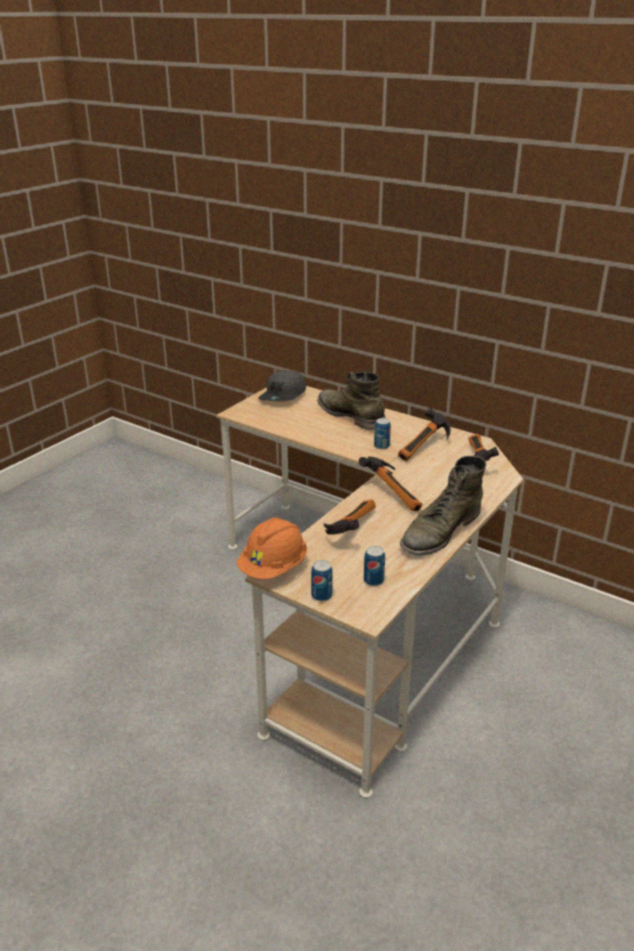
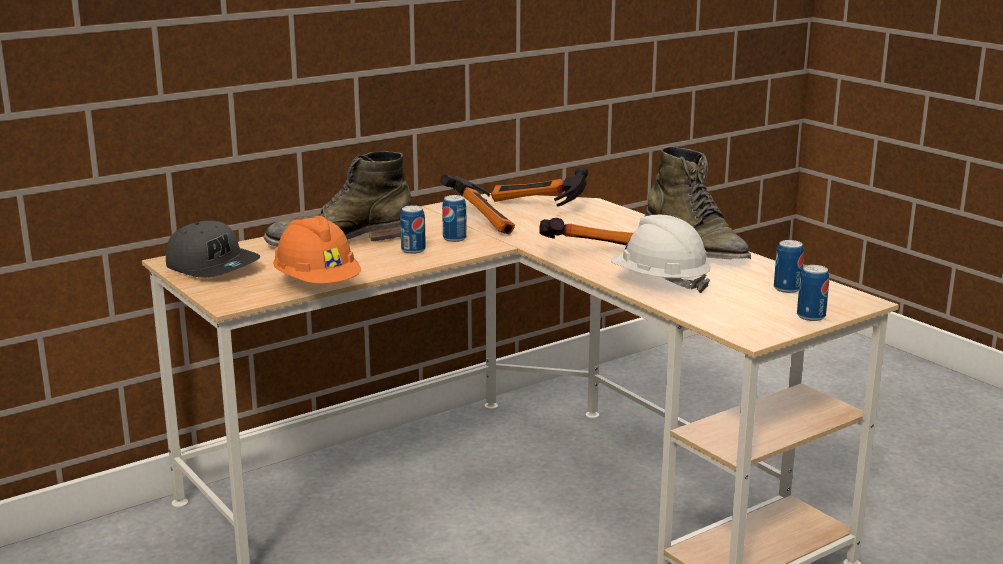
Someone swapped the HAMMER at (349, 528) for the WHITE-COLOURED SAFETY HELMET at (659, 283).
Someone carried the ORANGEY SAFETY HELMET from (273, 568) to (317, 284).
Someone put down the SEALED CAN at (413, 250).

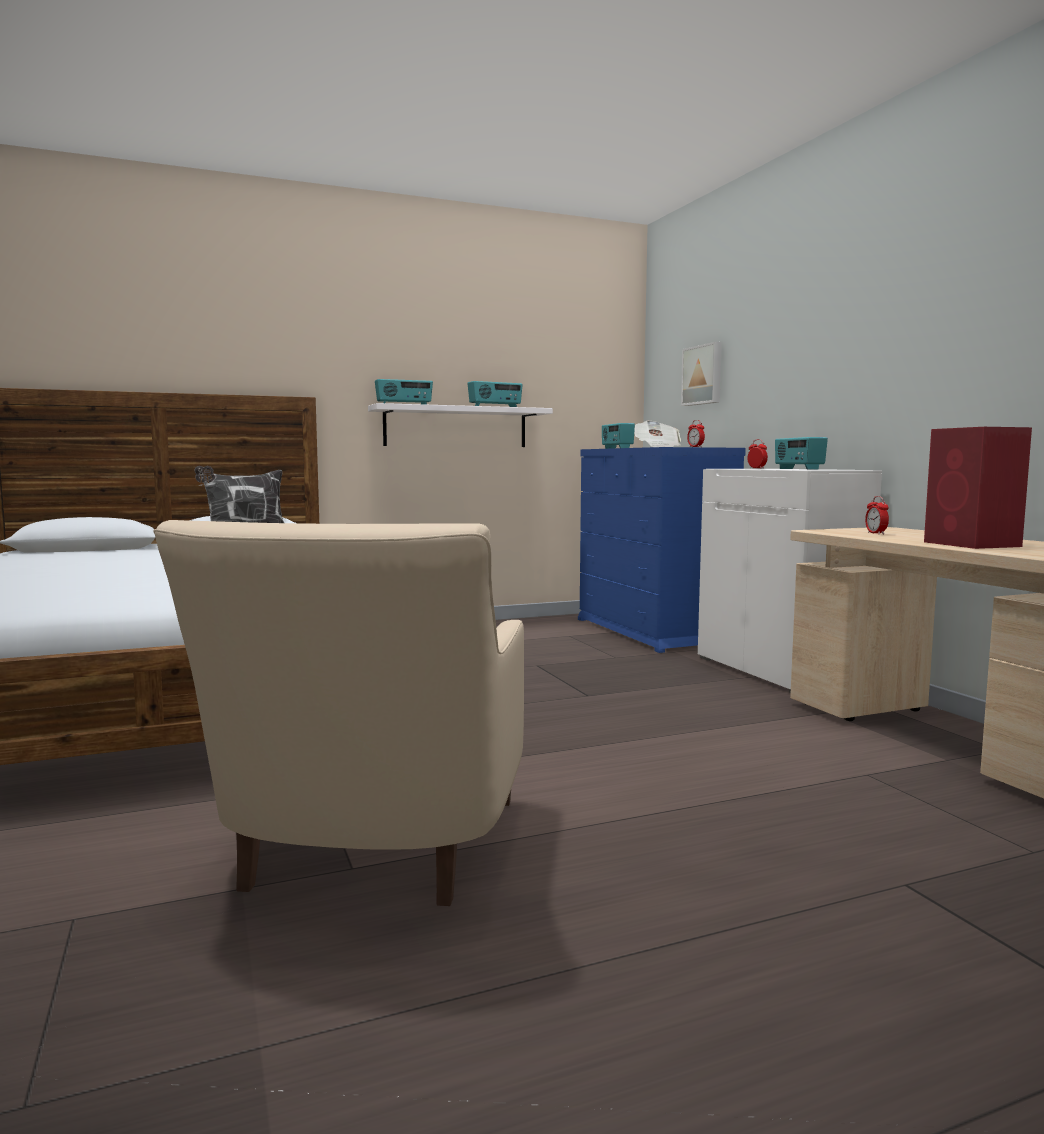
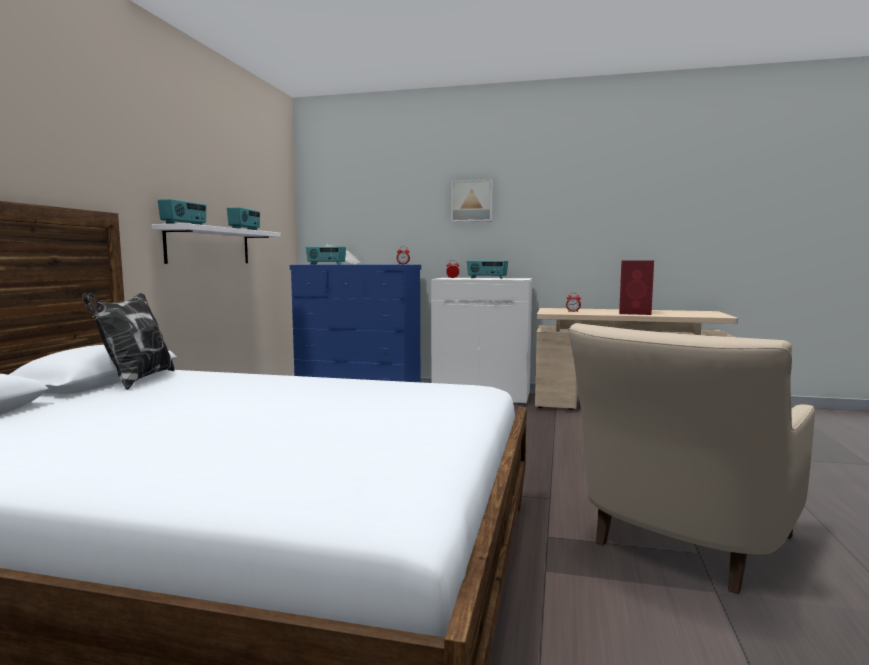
Someone carried the WALL ART from (703, 375) to (472, 201).
Someone rotated the SAND-COLOURED ARMCHAIR at (369, 854) by 90 degrees clockwise.

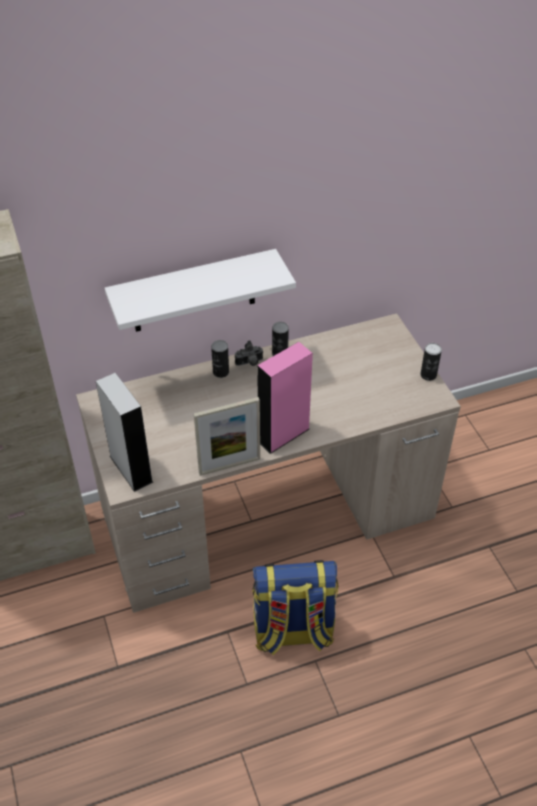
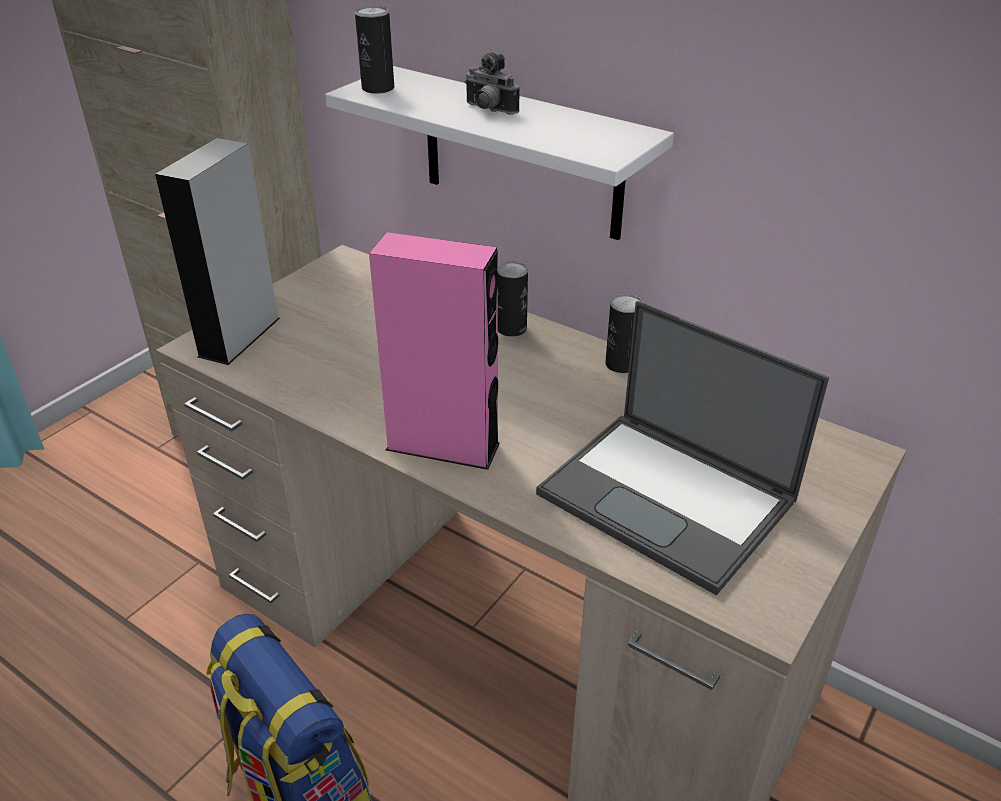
Someone carried the STILL CAMERA from (250, 363) to (488, 110).
Someone carried the SEALED CAN from (428, 375) to (378, 88).
Someone took away the STANDING FRAME at (229, 466).
Someone put down the NOTEBOOK COMPUTER at (669, 498).

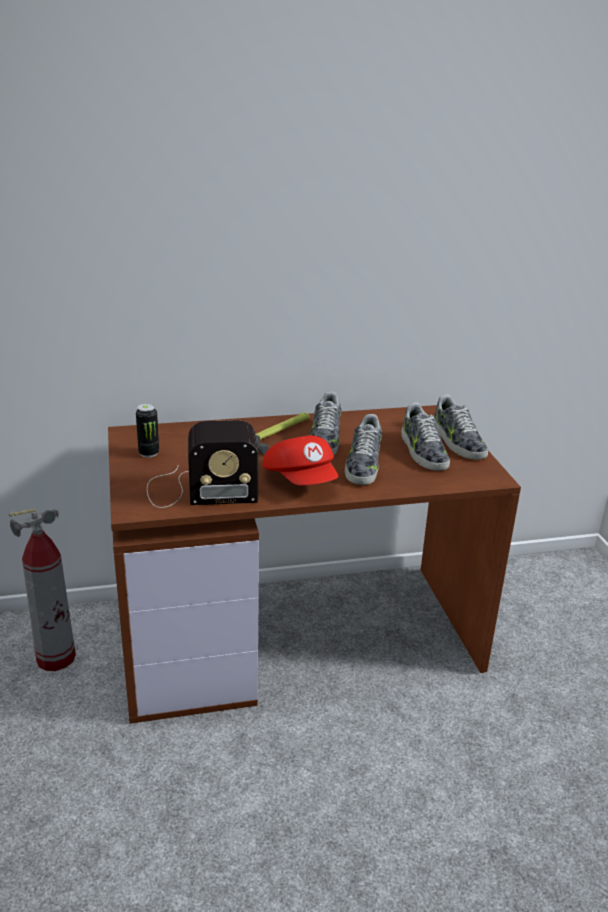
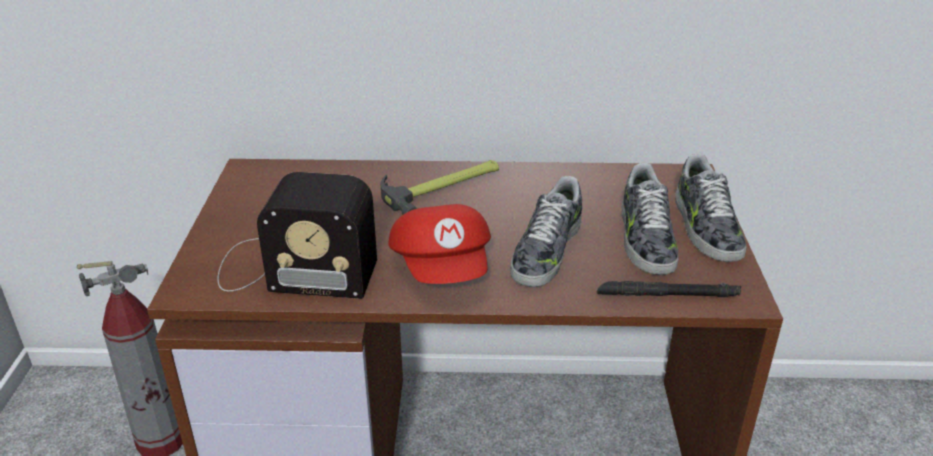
Someone took away the LOW SHOE at (324, 439).
Someone took away the SEALED CAN at (149, 453).
Someone put down the BLACK-COLOURED TORCH at (668, 295).

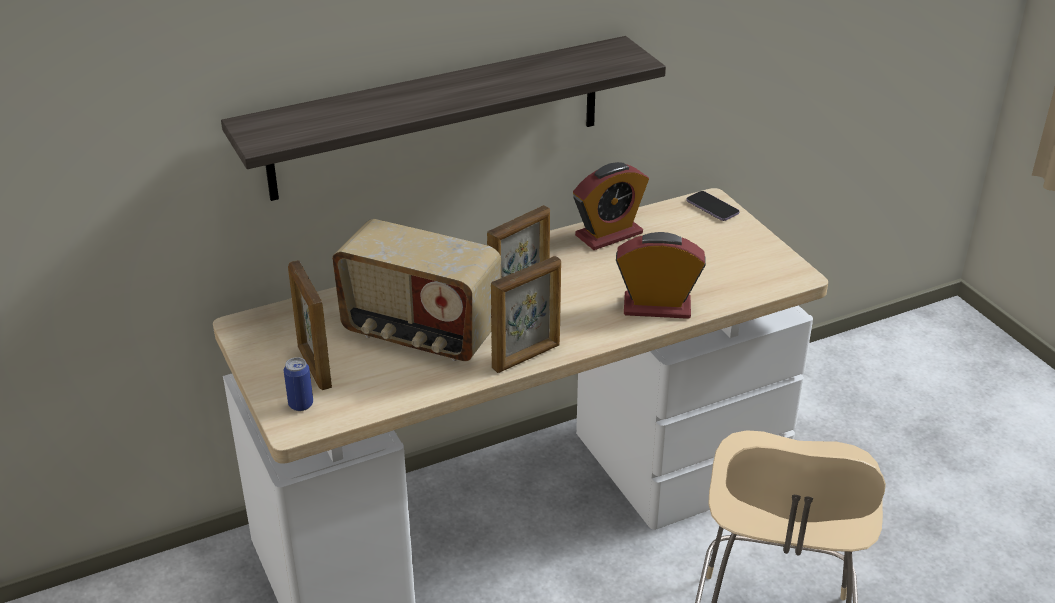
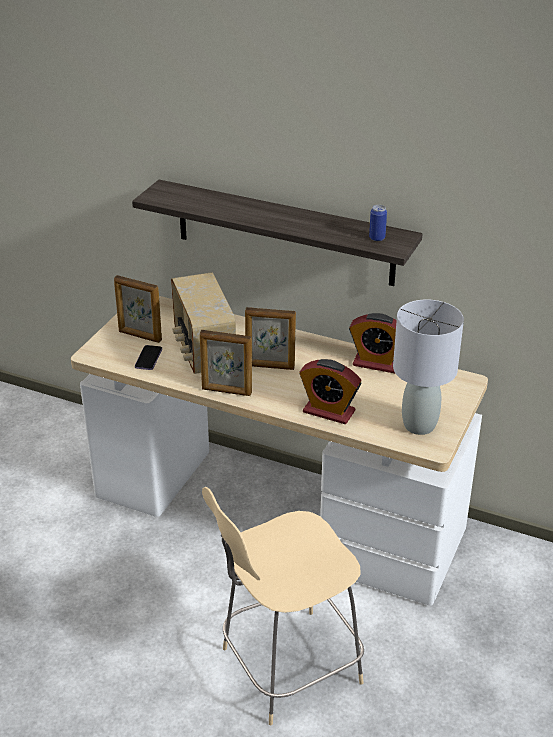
Someone carried the HANDSET from (712, 207) to (148, 358).
Someone rotated the ALARM CLOCK at (657, 307) by 150 degrees clockwise.
Someone rotated the STANDING FRAME at (314, 367) by 90 degrees counterclockwise.
Someone carried the SEALED CAN from (301, 404) to (377, 238).
Someone put down the GREYISH LAMP FOR A TABLE at (418, 425).

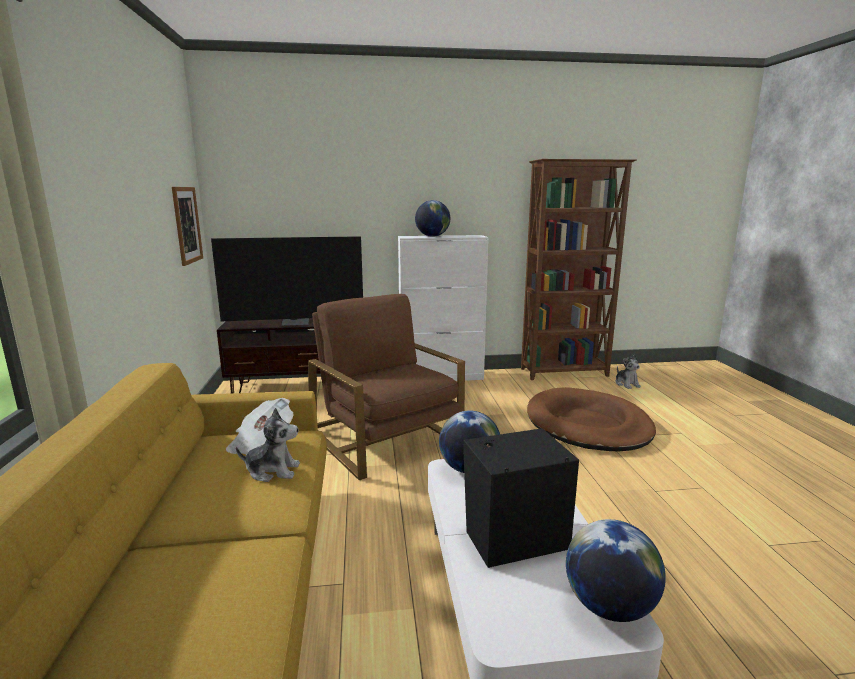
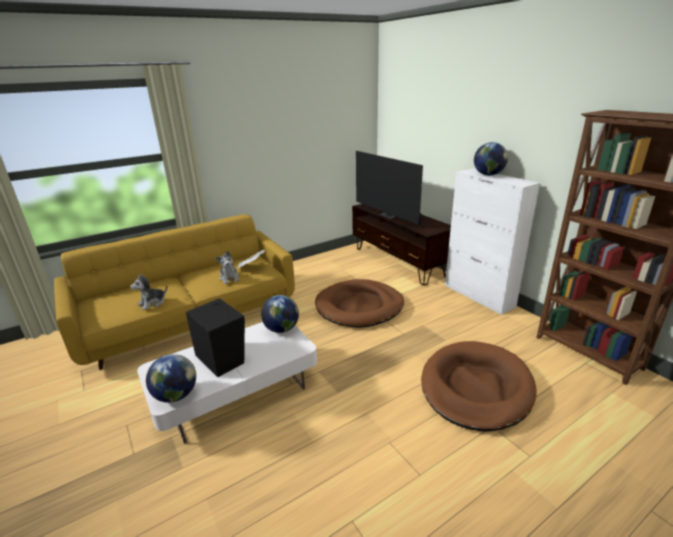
Someone took away the WALL ART at (187, 225).
Someone swapped the BROWN ARMCHAIR at (386, 438) for the BROWN PET BED at (359, 306).
Someone carried the CUDDLY TOY from (626, 384) to (152, 303).

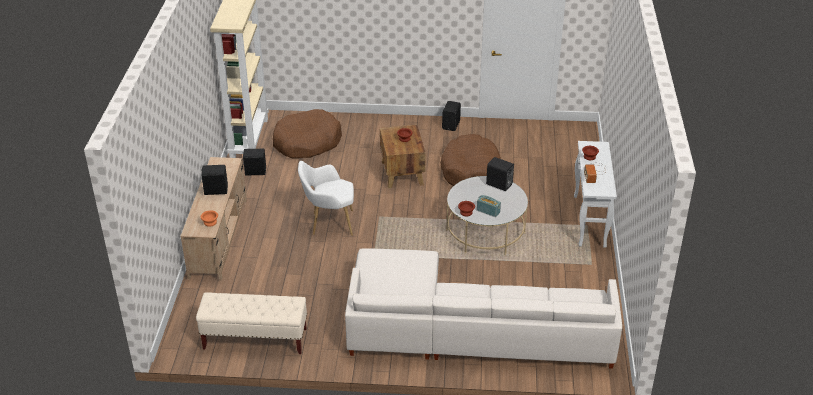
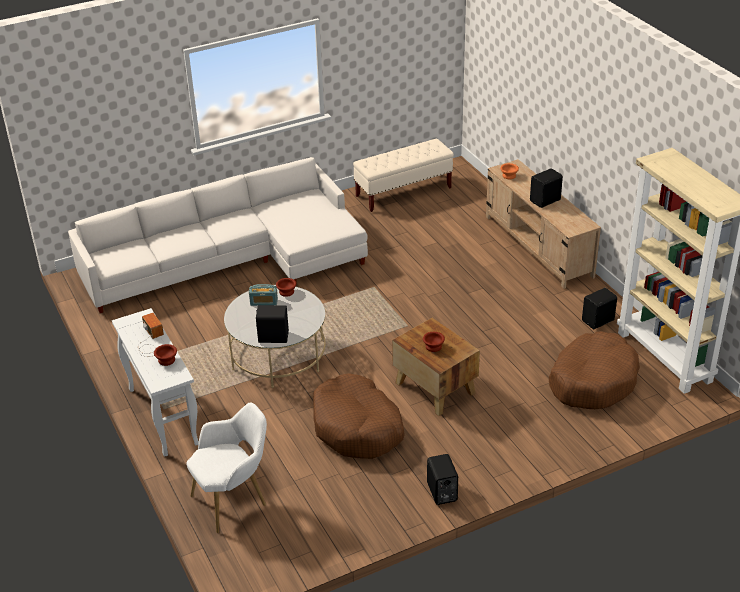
Someone carried the WHITE-COLOURED ARMCHAIR from (329, 223) to (234, 500).

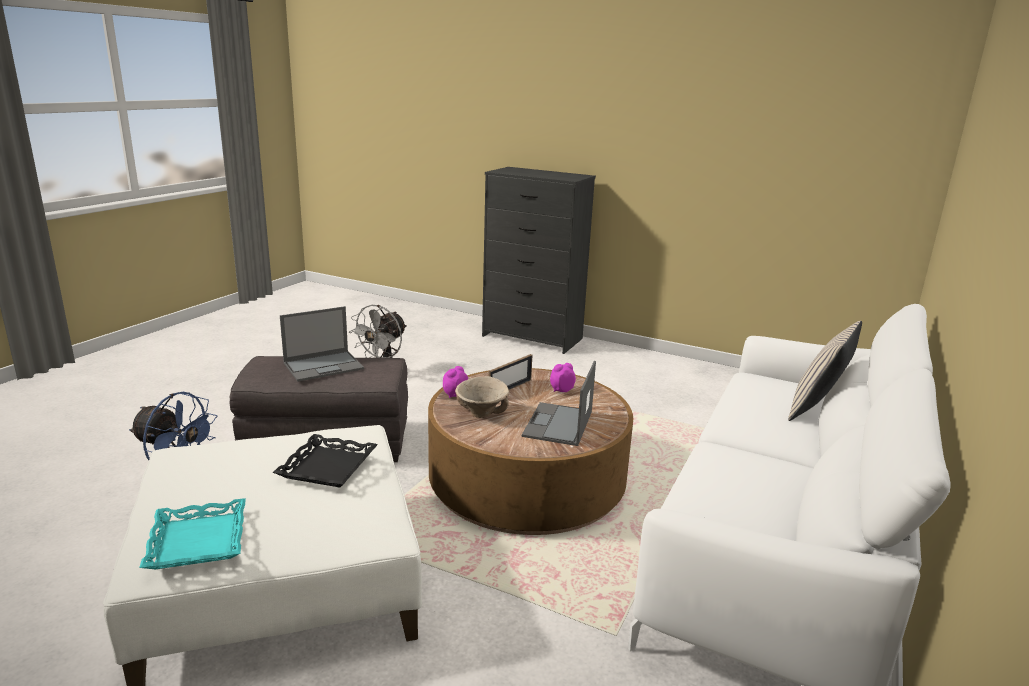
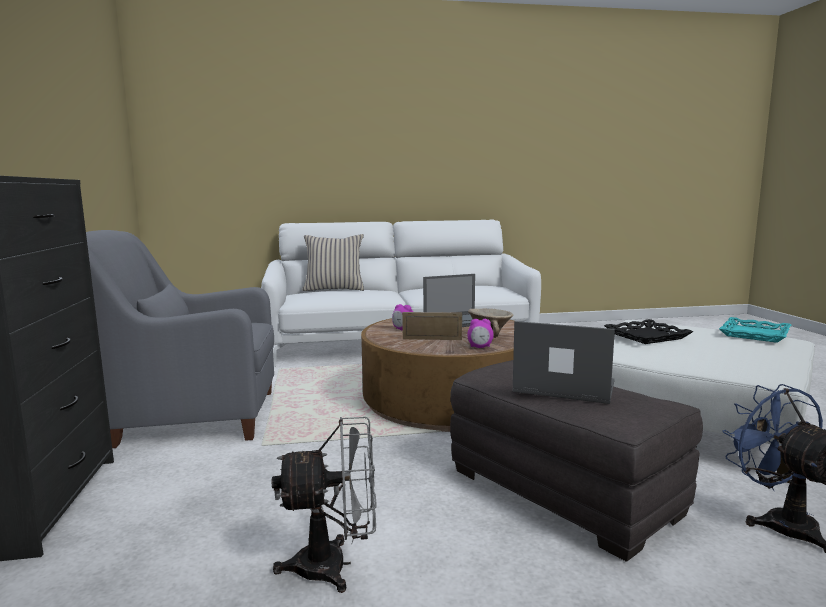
Someone put down the GREYISH ARMCHAIR at (188, 417).

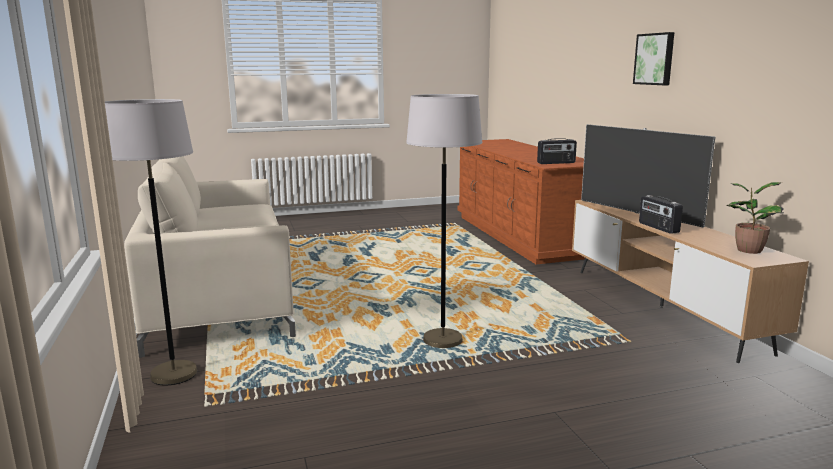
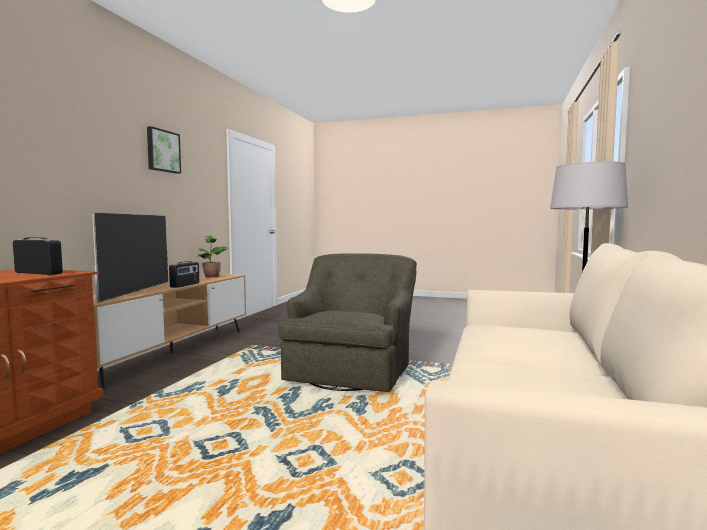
Someone carried the WALL ART from (655, 59) to (162, 151).
Someone swapped the GREYISH STANDARD LAMP at (442, 340) for the GREENISH ARMCHAIR at (352, 370).

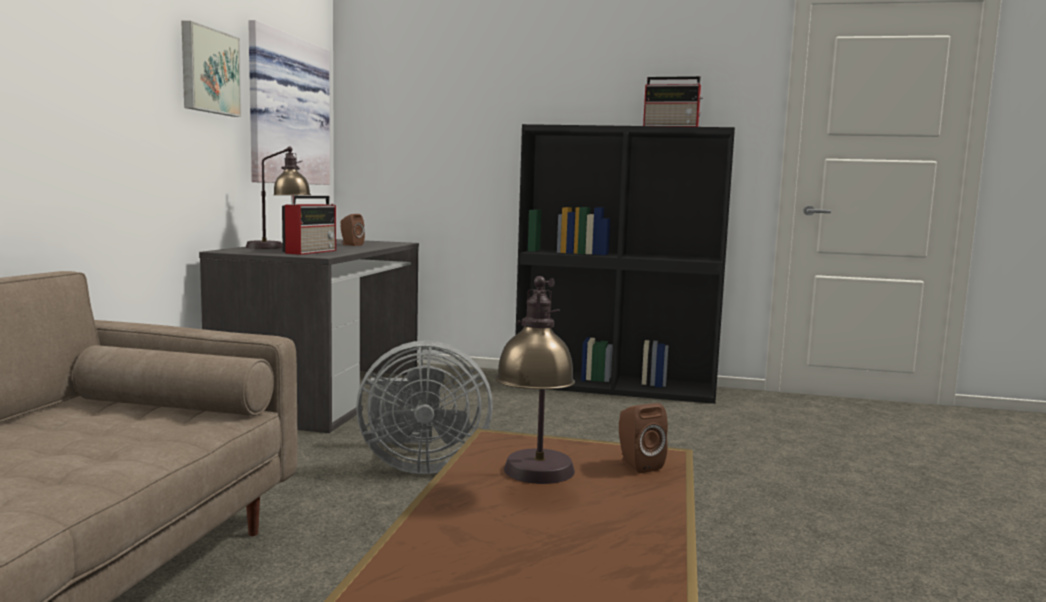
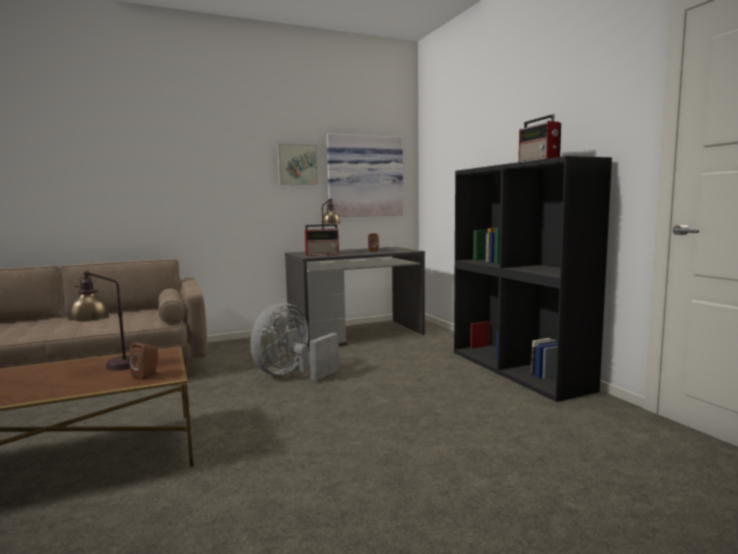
Someone rotated the GREYISH COOLING FAN at (419, 465) by 75 degrees clockwise.

